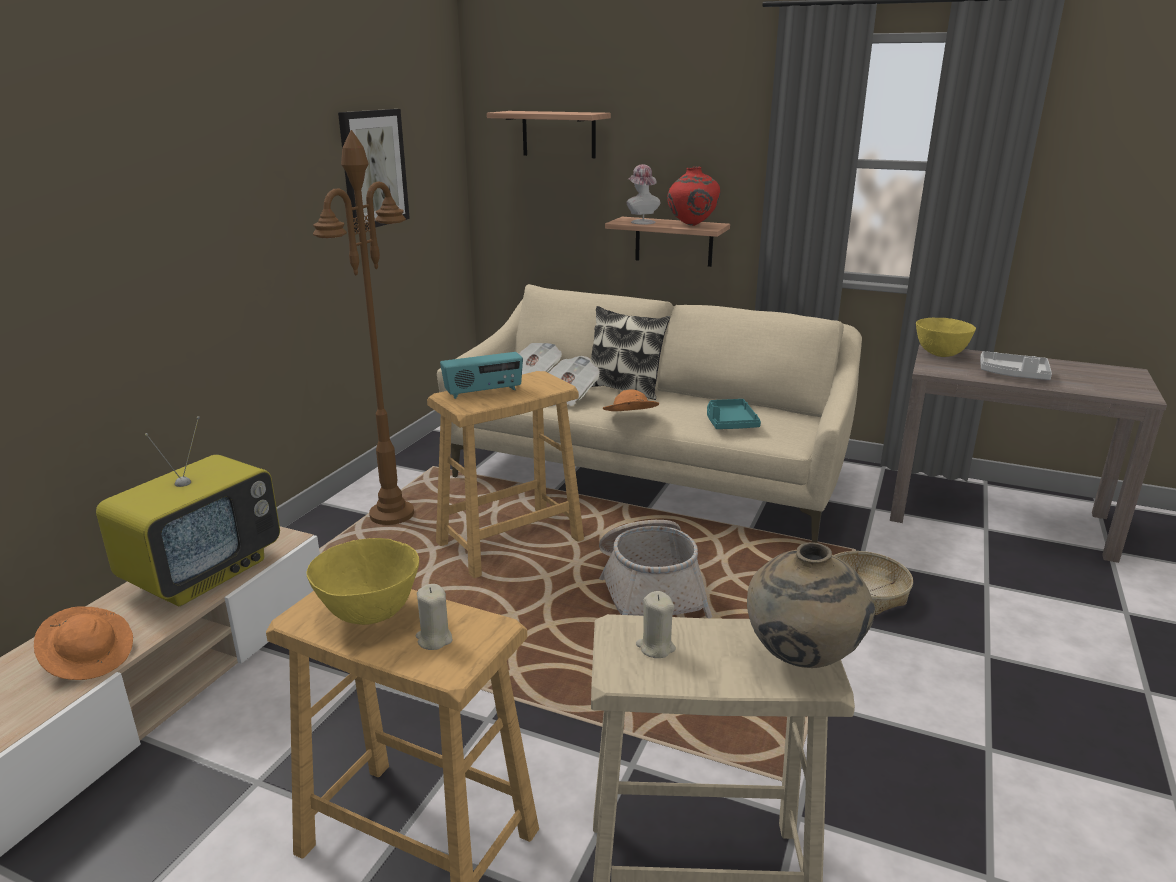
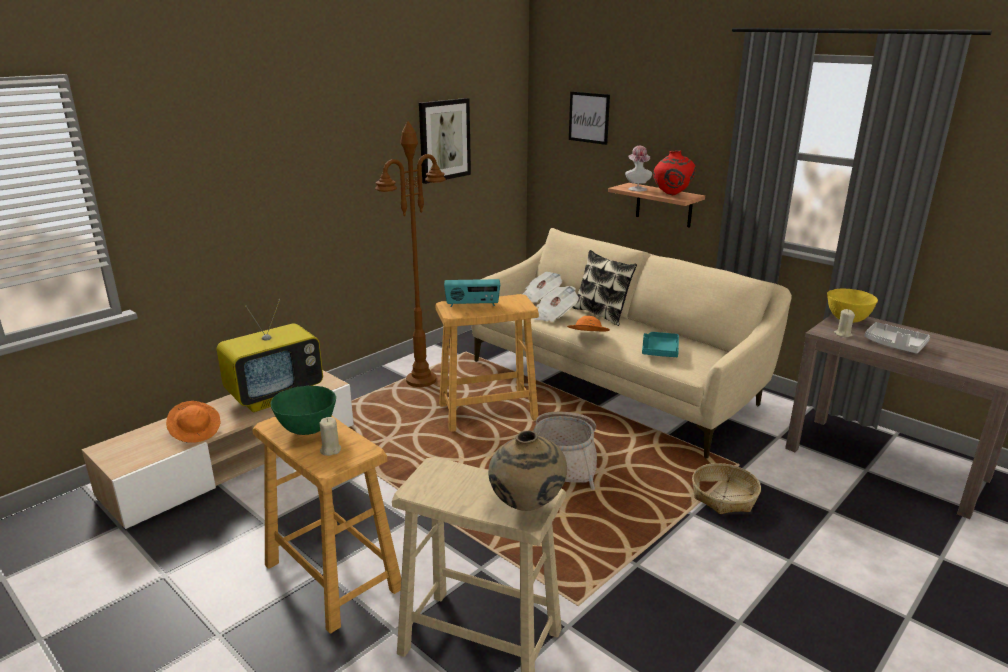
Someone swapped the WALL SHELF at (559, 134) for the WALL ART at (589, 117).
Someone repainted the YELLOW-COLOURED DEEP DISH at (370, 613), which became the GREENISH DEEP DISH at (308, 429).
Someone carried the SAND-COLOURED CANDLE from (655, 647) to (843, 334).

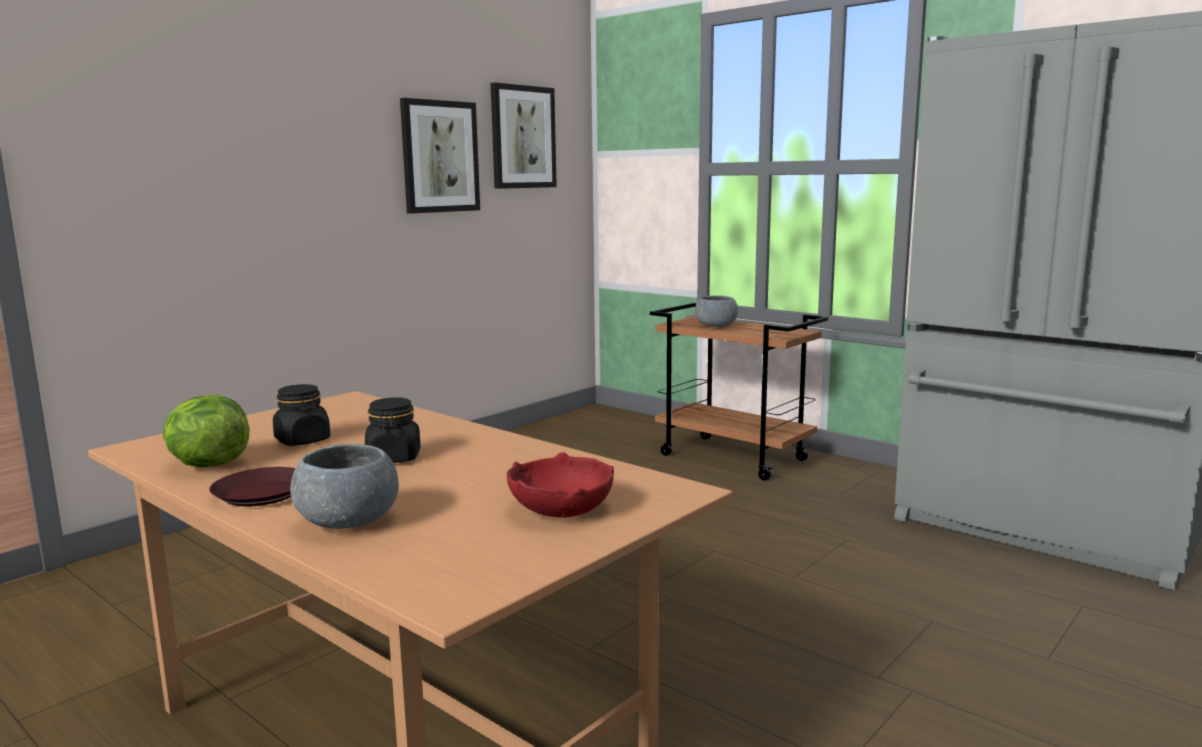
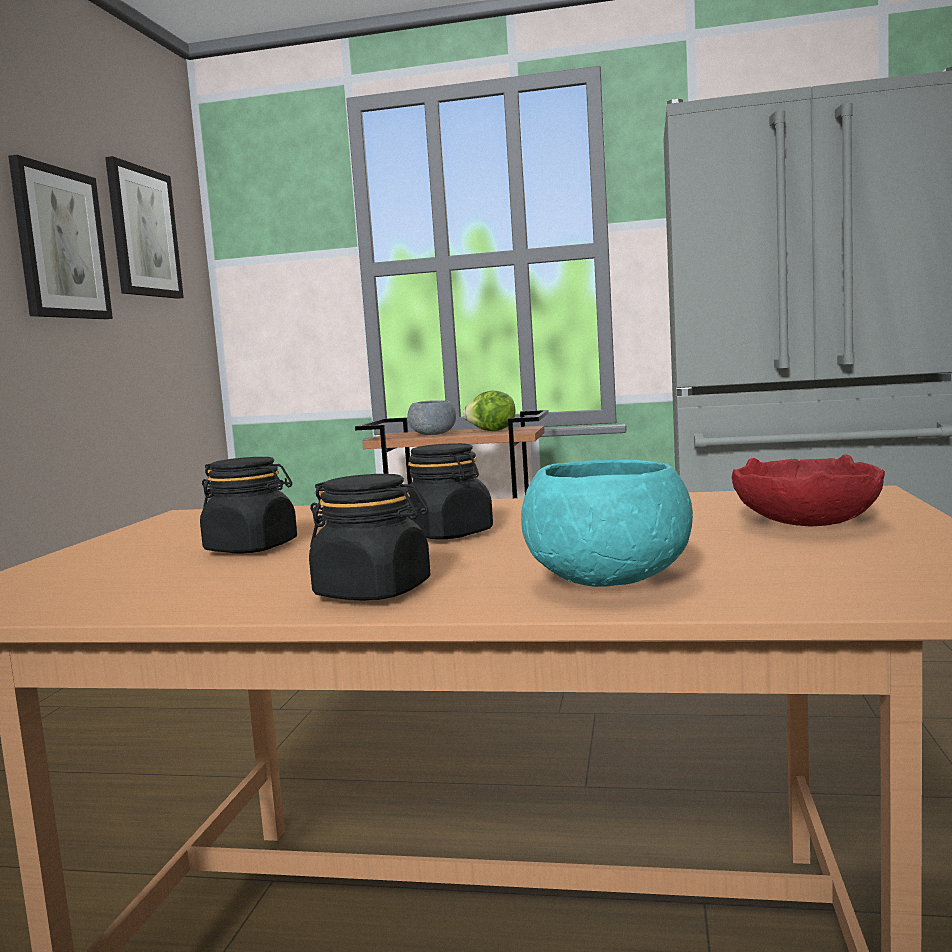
Someone carried the LETTUCE HEAD from (208, 465) to (492, 431).
Someone repainted the GREYISH DEEP DISH at (349, 522), which became the BLUE-GREEN DEEP DISH at (609, 581).
Someone swapped the BROWN DINNER PLATE at (260, 494) for the BLACK-COLOURED JAR at (373, 592).

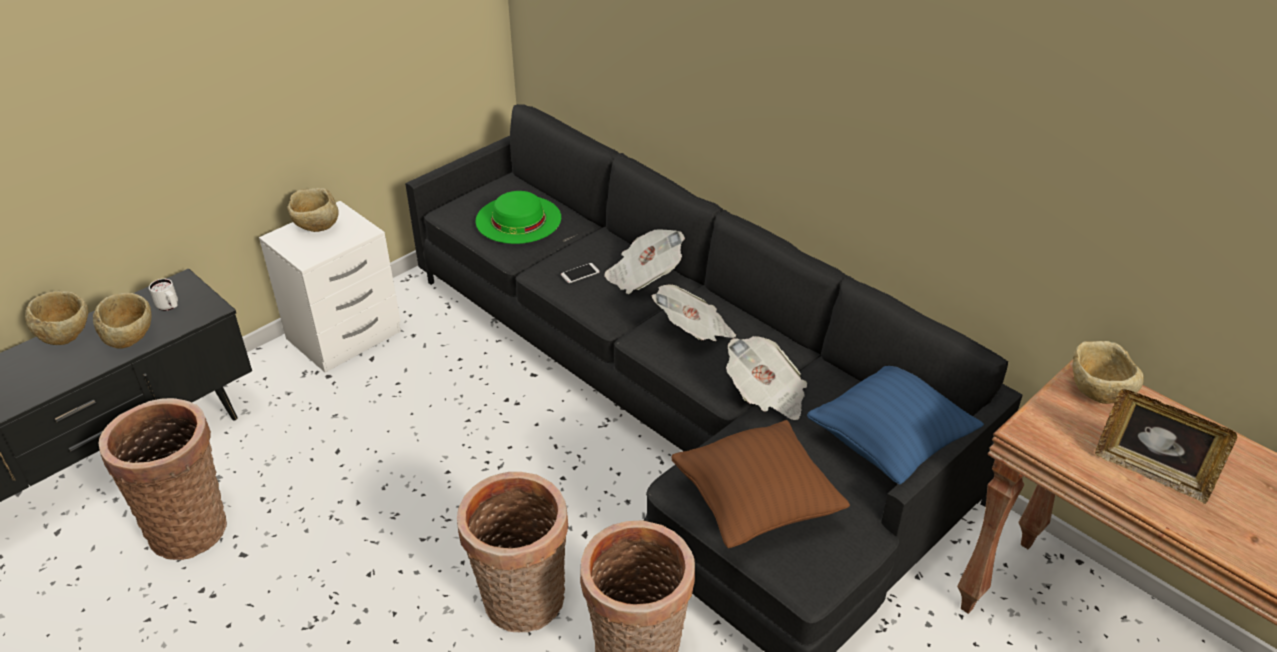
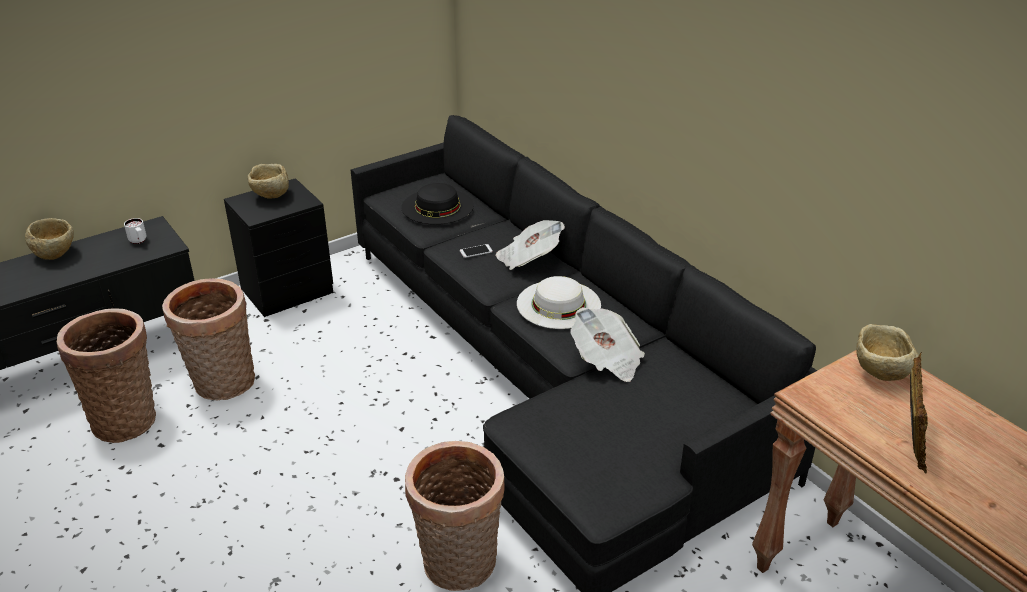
Someone repainted the GREENISH CLOTHING HAT at (518, 219), which became the BLACK-COLOURED CLOTHING HAT at (437, 206).
Someone repainted the WHITE-COLOURED BEDSIDE TABLE at (347, 335), which became the BLACK-COLOURED BEDSIDE TABLE at (289, 291).
Someone swapped the PRINTED PAPER at (694, 331) for the WHITE-COLOURED CLOTHING HAT at (558, 304).
Someone took away the SAND-COLOURED DEEP DISH at (131, 339).
Someone took away the BLUE THROW PILLOW at (889, 445).
Someone rotated the STANDING FRAME at (1151, 472) by 120 degrees counterclockwise.
Someone took away the BROWN THROW PILLOW at (755, 506).
Someone carried the BASKET from (522, 605) to (222, 385).

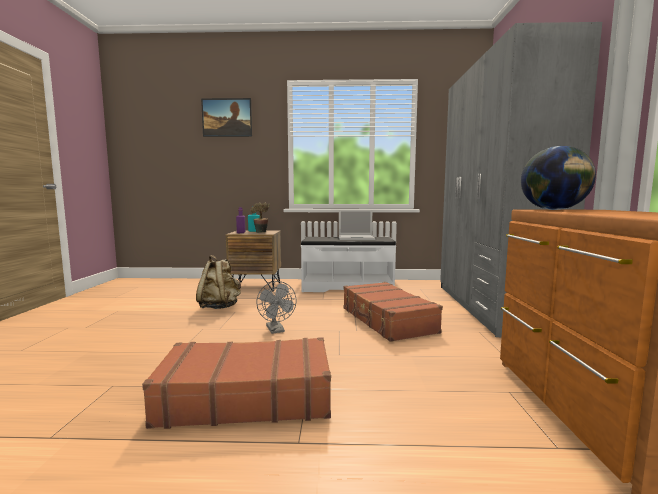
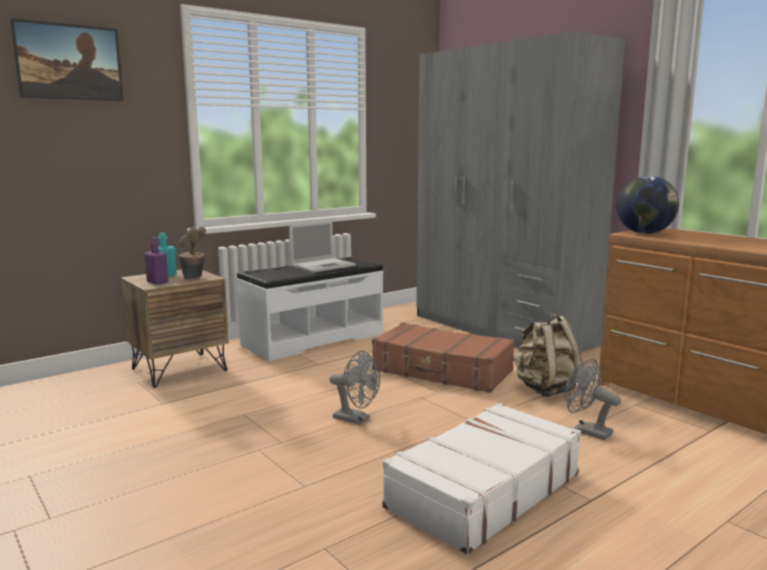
Someone carried the SAND-COLOURED KNAPSACK from (220, 307) to (546, 390).
Someone repainted the BROWN SUITCASE at (246, 397), which became the WHITE-COLOURED SUITCASE at (482, 490).
Someone put down the GREYISH COOLING FAN at (586, 431).

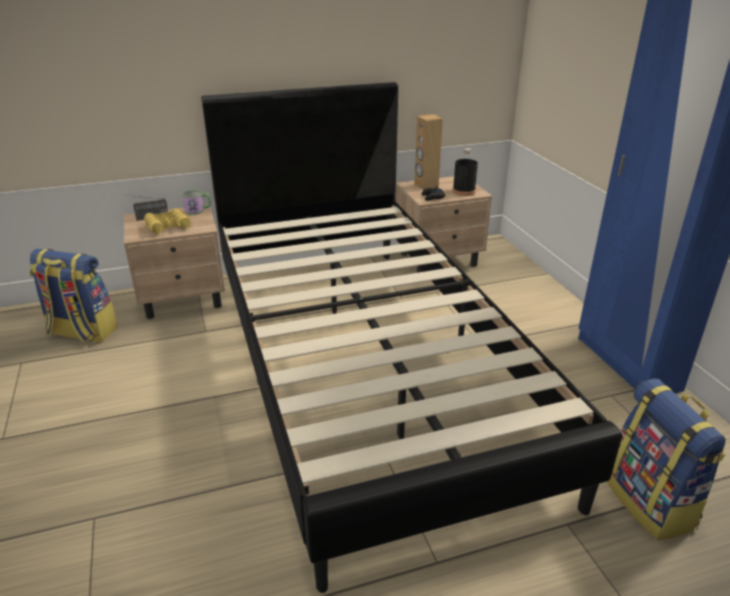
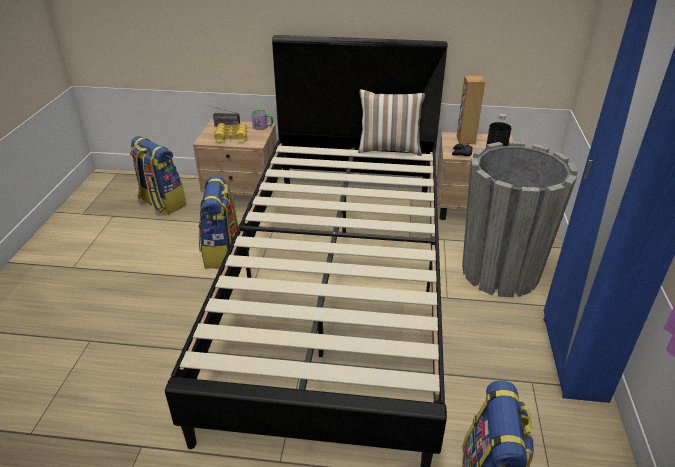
Someone put down the THROW PILLOW at (389, 149).
Someone put down the GREYISH PLANTER at (500, 272).
Someone put down the KNAPSACK at (223, 253).

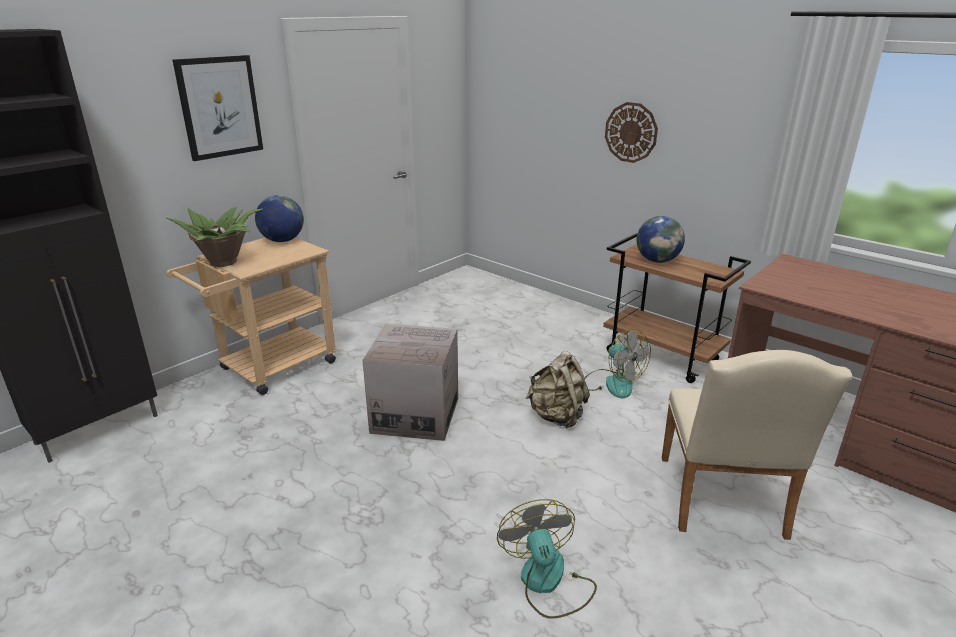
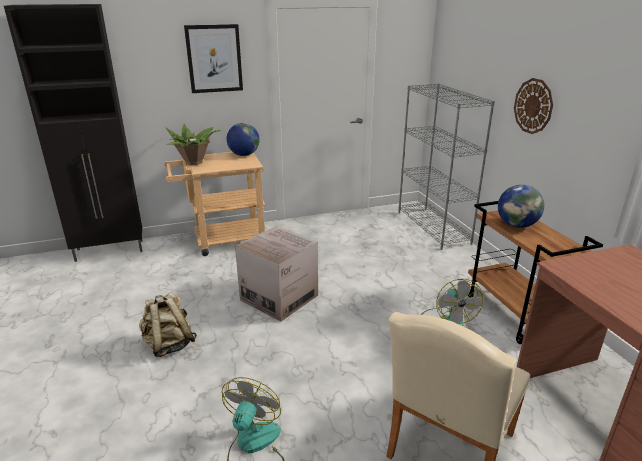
Someone carried the SAND-COLOURED KNAPSACK from (556, 416) to (169, 345).
Someone put down the GREYISH BOOKSHELF at (433, 227).

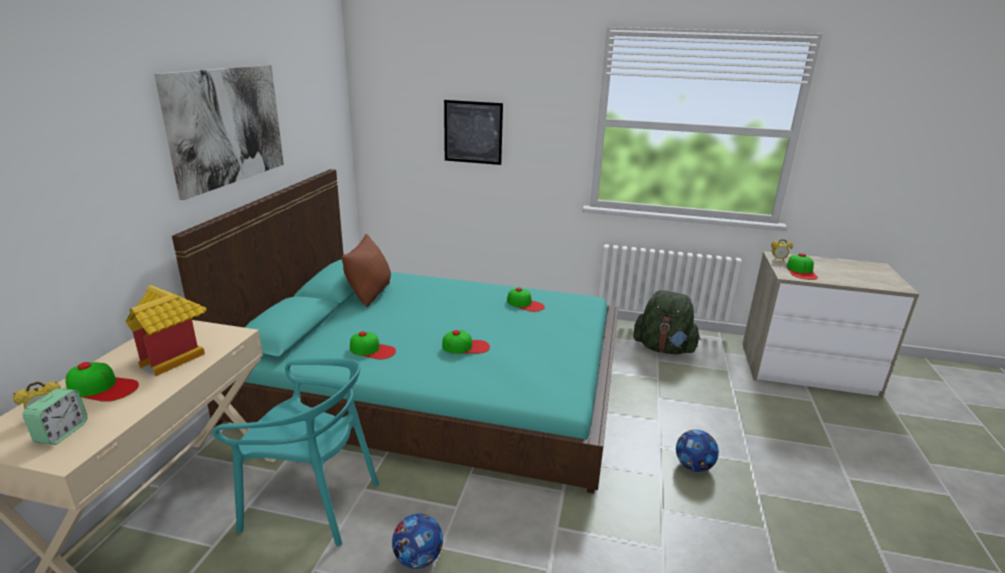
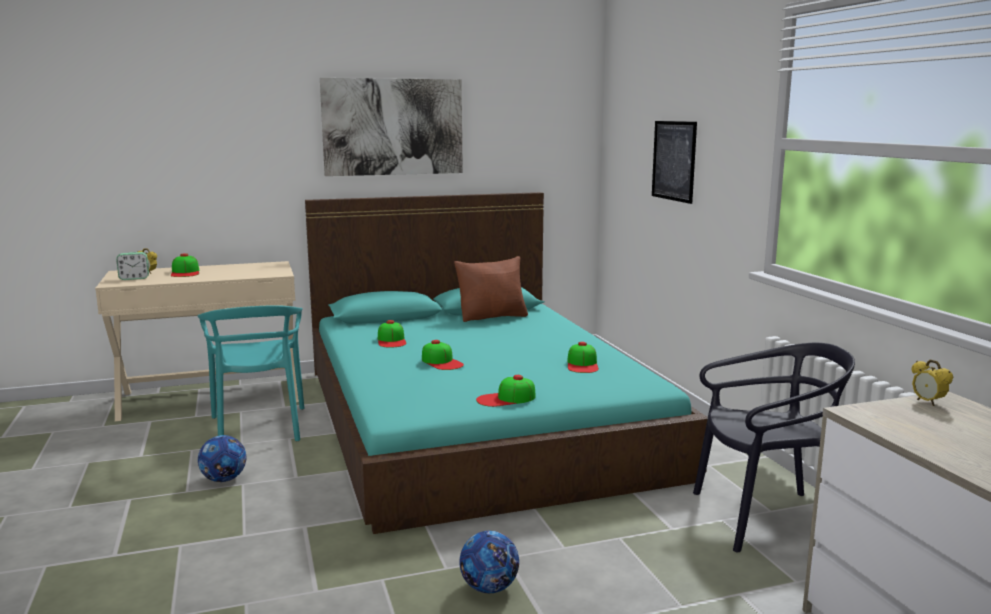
Someone carried the CAP from (801, 271) to (506, 398).
Someone took away the TOY HOUSE at (175, 357).
Someone swapped the GREENISH KNAPSACK at (663, 348) for the BLACK-COLOURED PLAIN CHAIR at (765, 518).

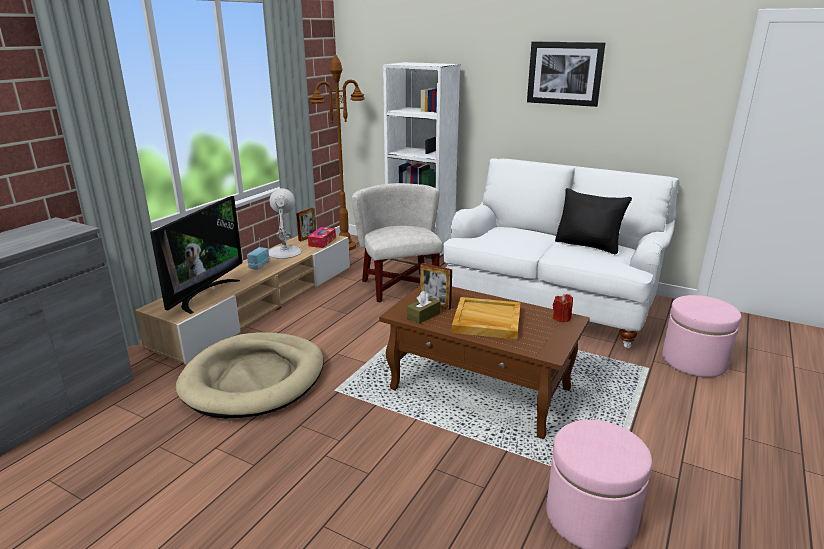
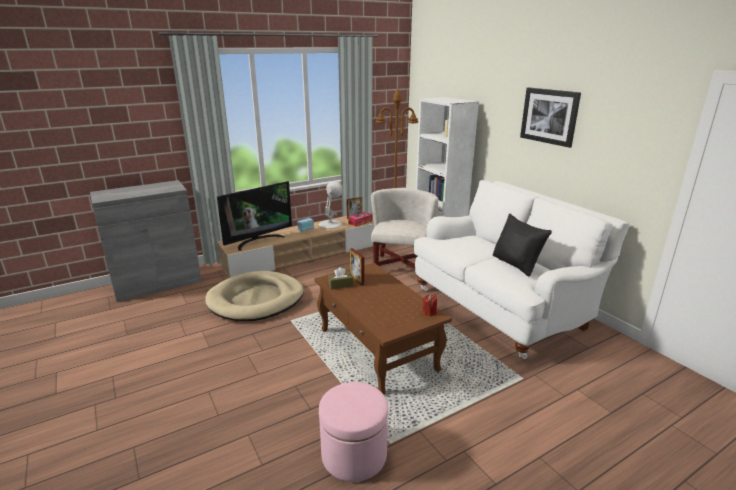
Someone took away the PINKISH POUFFE at (694, 361).
Someone took away the SAND-COLOURED CARRYING TRAY at (486, 321).

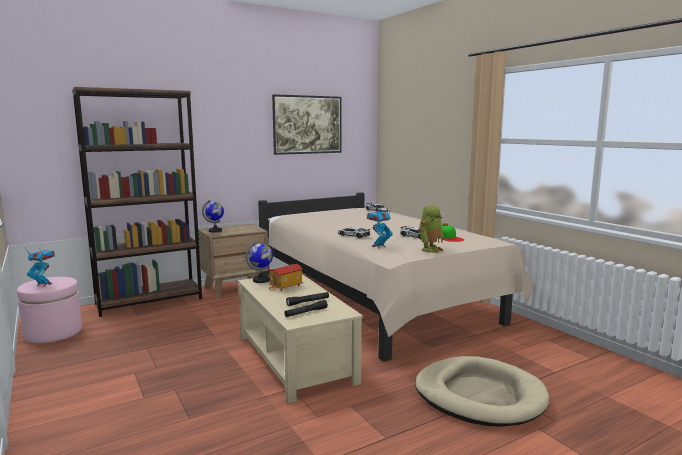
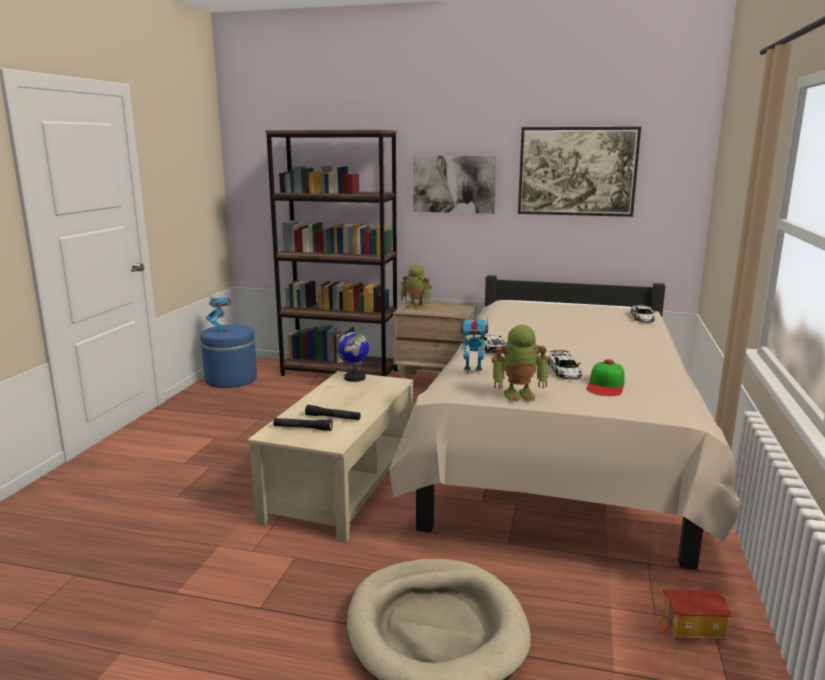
Someone swapped the GLOBE at (215, 231) for the TOY ROBOT at (416, 306).
Someone carried the TOY HOUSE from (286, 287) to (692, 630).
Someone repainted the PINKISH POUFFE at (53, 333), which became the BLUE POUFFE at (231, 379).
Someone put up the WALL ART at (454, 184).

